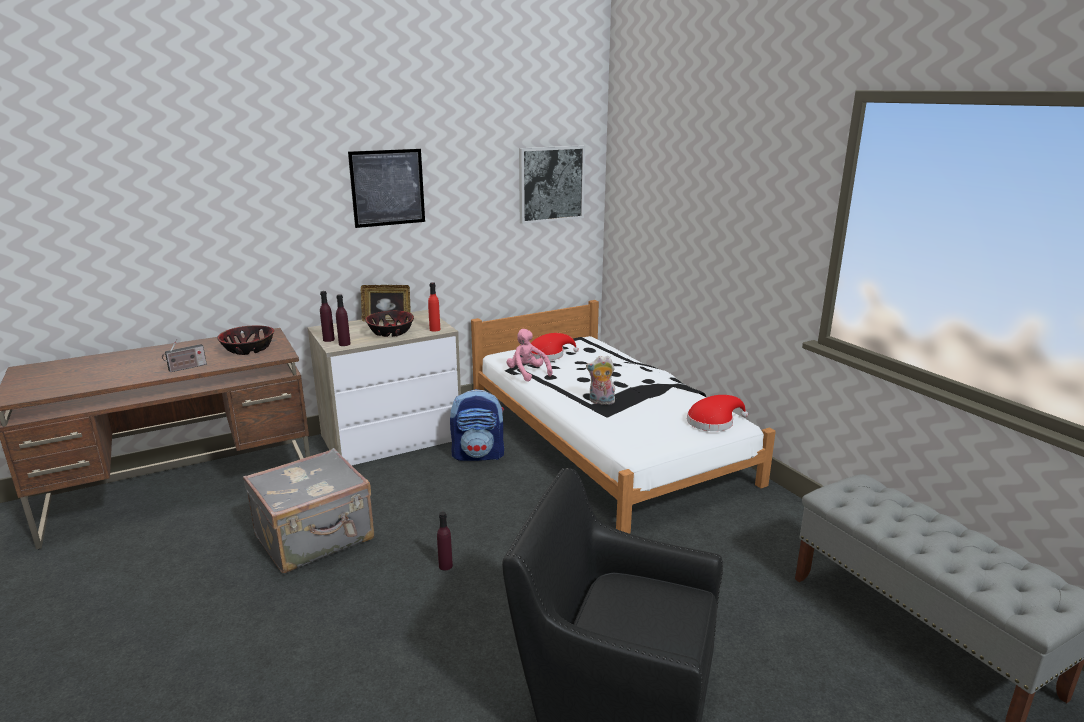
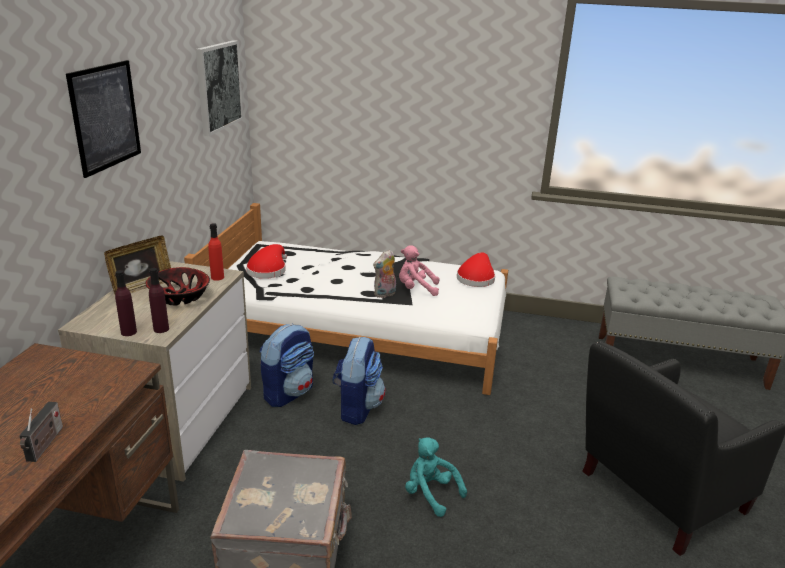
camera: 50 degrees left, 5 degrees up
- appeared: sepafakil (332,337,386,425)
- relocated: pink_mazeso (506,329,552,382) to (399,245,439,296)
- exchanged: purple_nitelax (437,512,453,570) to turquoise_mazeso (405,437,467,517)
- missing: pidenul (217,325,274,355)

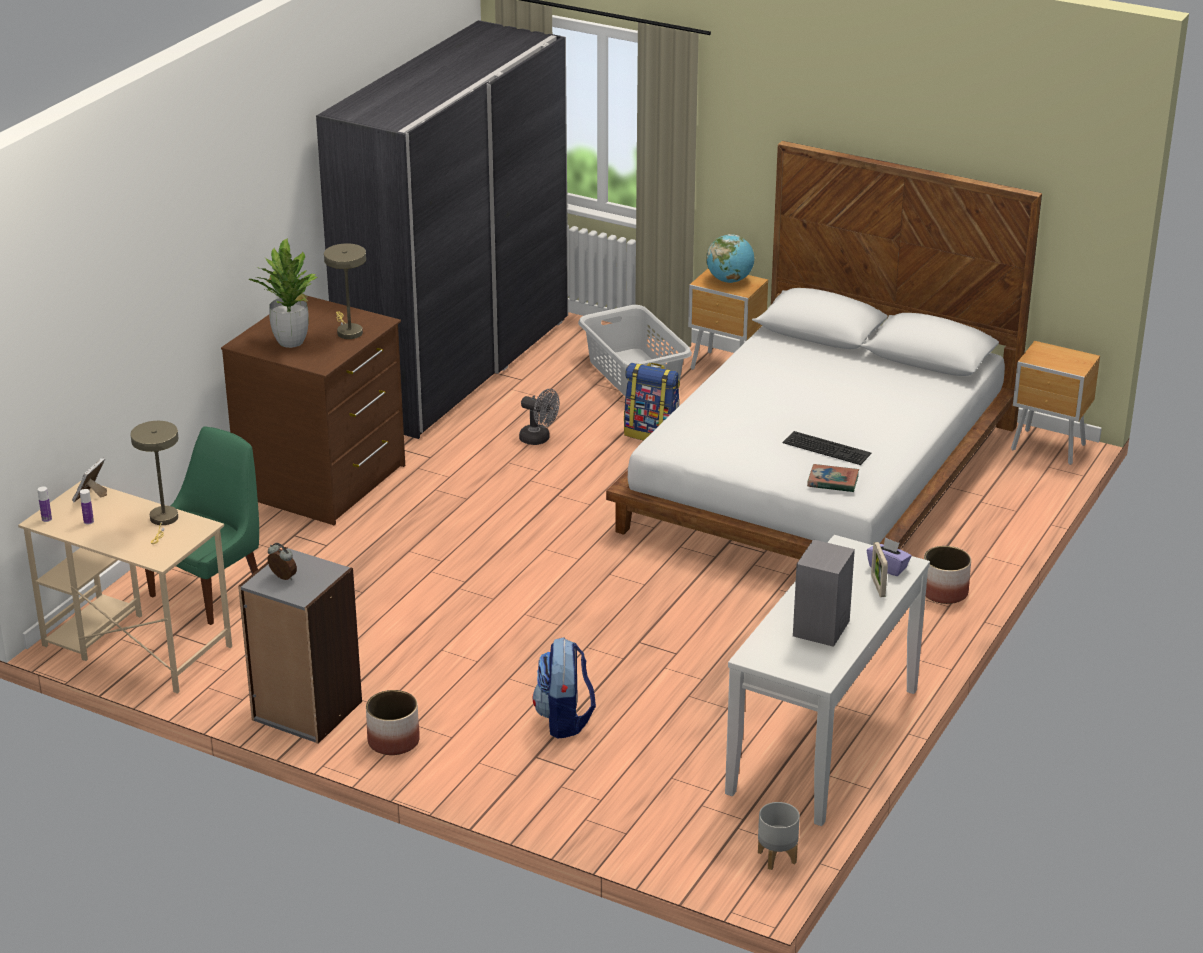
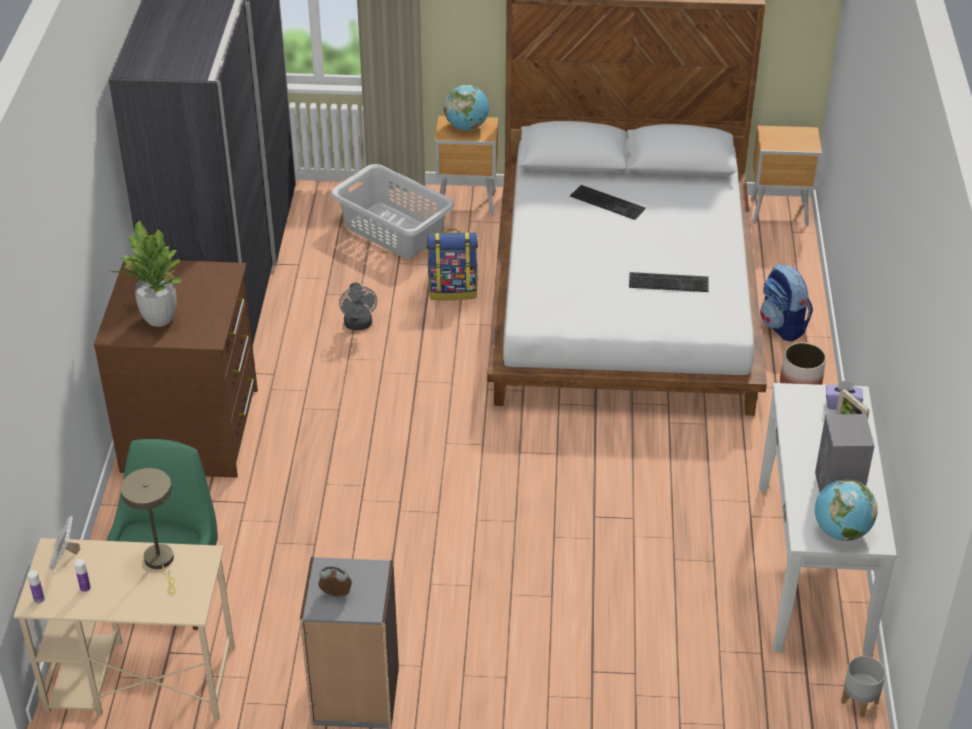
camera: 25 degrees left, 10 degrees up
- spun: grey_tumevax (519,389,560,445) = (339,282,377,330) 75 degrees clockwise
- appeared: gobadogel (570,185,646,220)
- relocated: sepafakil (532,637,596,739) to (760,263,813,342)
- appeared: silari (815,479,878,541)
- missing: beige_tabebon (324,243,366,339)
- missing: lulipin (366,690,420,755)
- missing: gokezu (807,464,859,492)

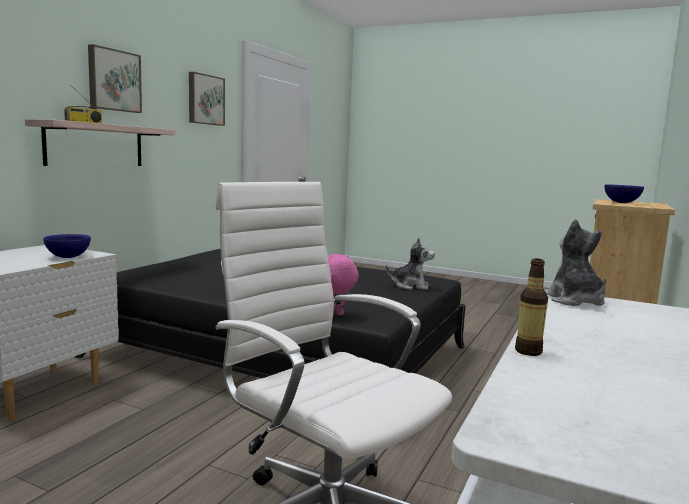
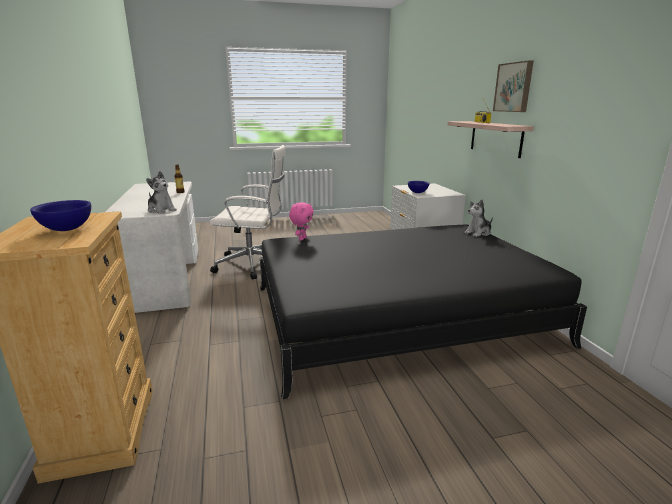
camera: 140 degrees right, 10 degrees up
- relocated: mazeso (386,238,435,290) to (464,199,493,237)
- missing: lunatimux (189,72,225,126)

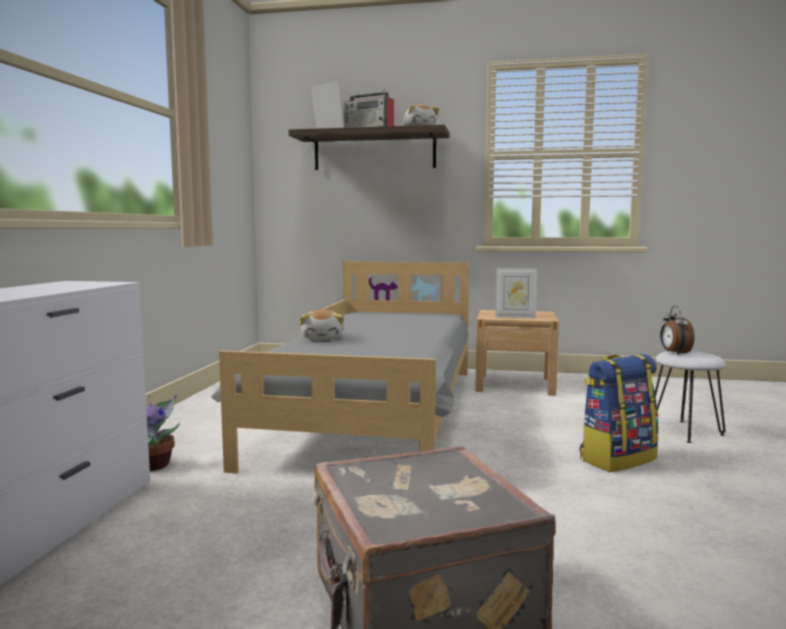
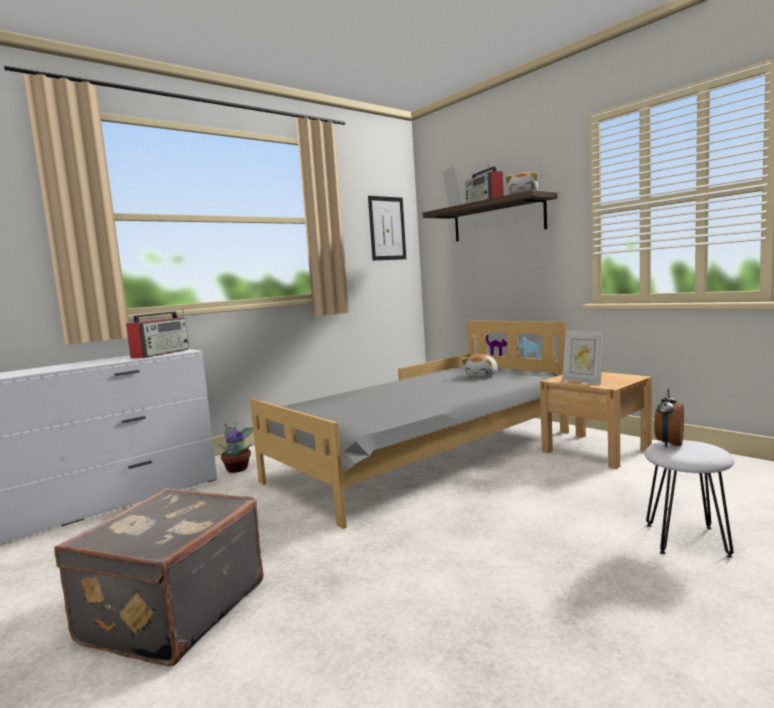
camera: 40 degrees right, 0 degrees up
- appeared: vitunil (126,308,189,358)
- appeared: lunatimux (368,196,406,260)
- relocated: mazeso (300,309,343,340) to (461,354,498,377)
- missing: sepafakil (580,354,658,472)

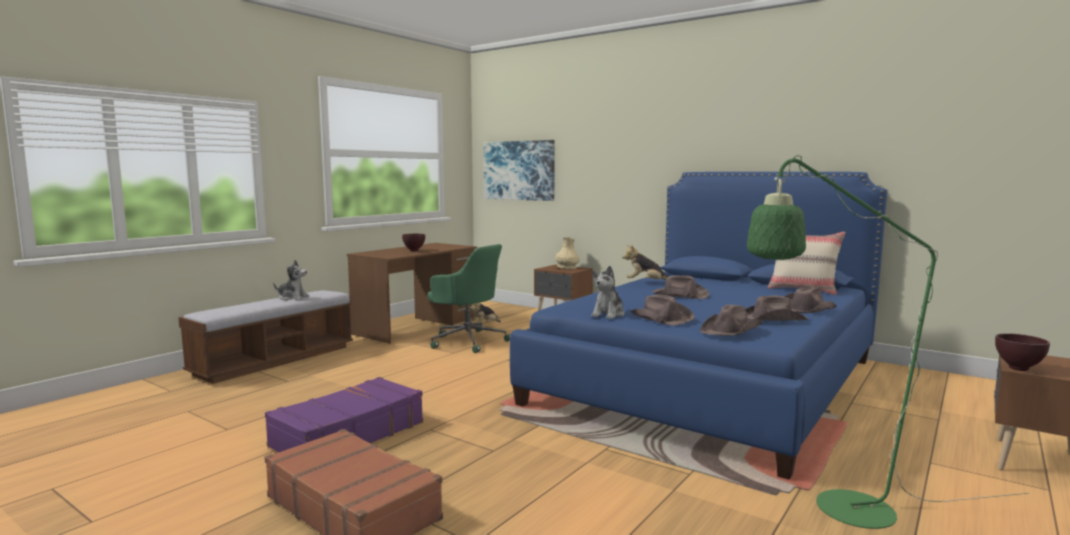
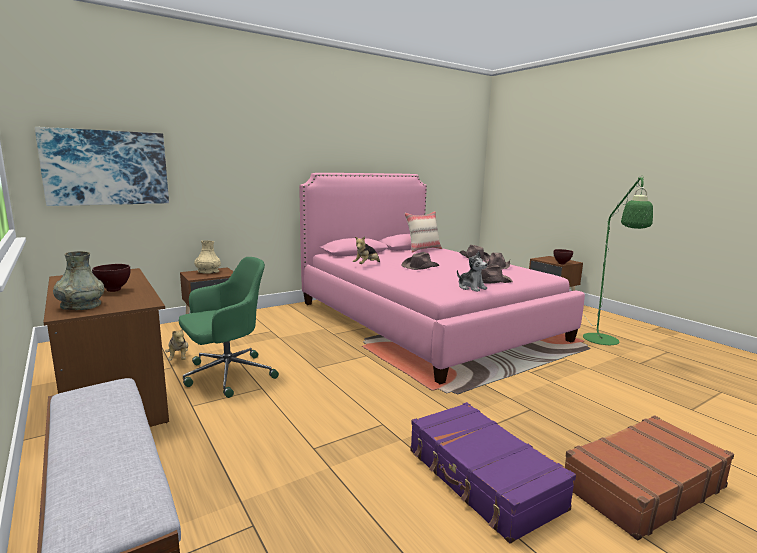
camera: 70 degrees left, 5 degrees up
- appeared: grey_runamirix (53,251,104,310)
- colour: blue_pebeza (510,172,887,480) to pink_pebeza (299,173,585,384)
- missing: mazeso (273,260,309,300)
- missing: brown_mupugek (700,304,762,336)

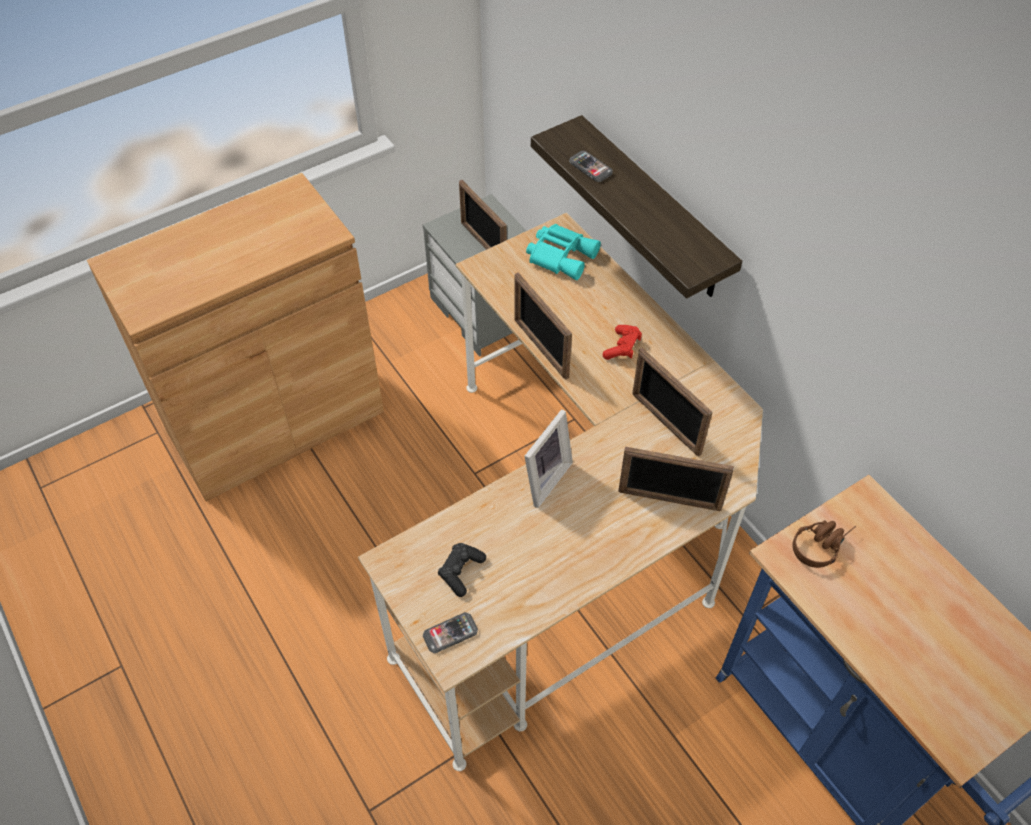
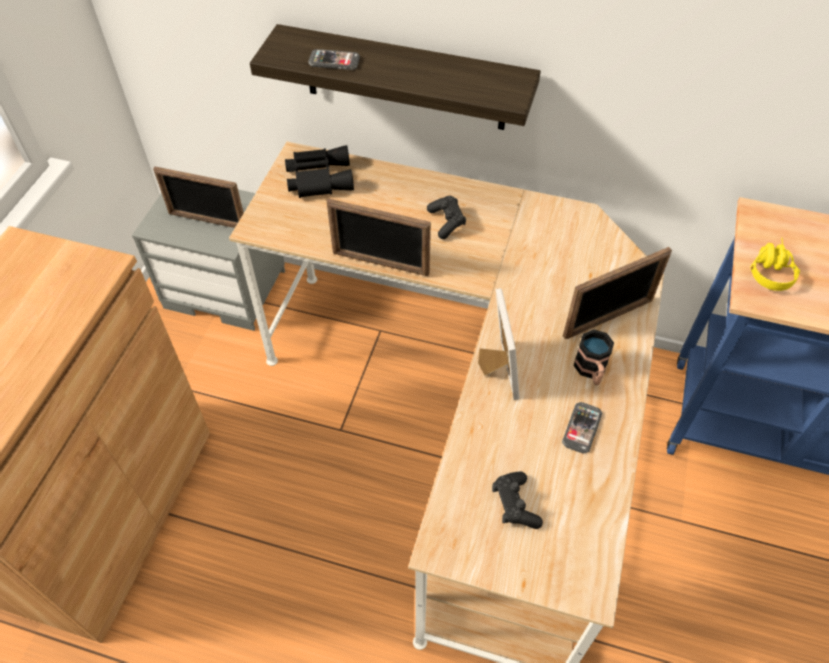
camera: 40 degrees left, 0 degrees up
- colour: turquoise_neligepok (526,224,601,280) to black_neligepok (285,145,354,198)
- colour: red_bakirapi (603,325,642,360) to black_bakirapi (427,196,466,239)
- relocated: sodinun (423,612,478,653) to (562,402,602,453)
- appeared: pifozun (574,330,614,385)
- colour: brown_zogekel (793,520,856,568) to yellow_zogekel (751,238,800,291)
- missing: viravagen (632,348,712,457)

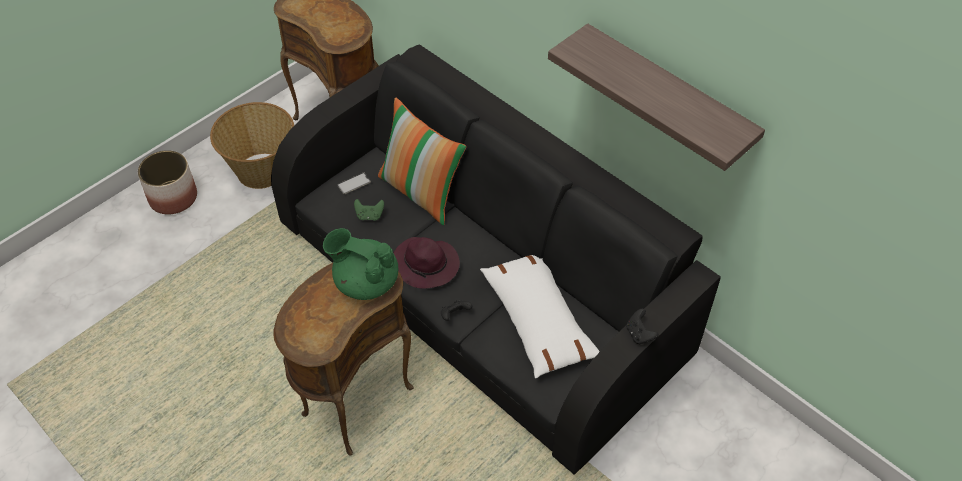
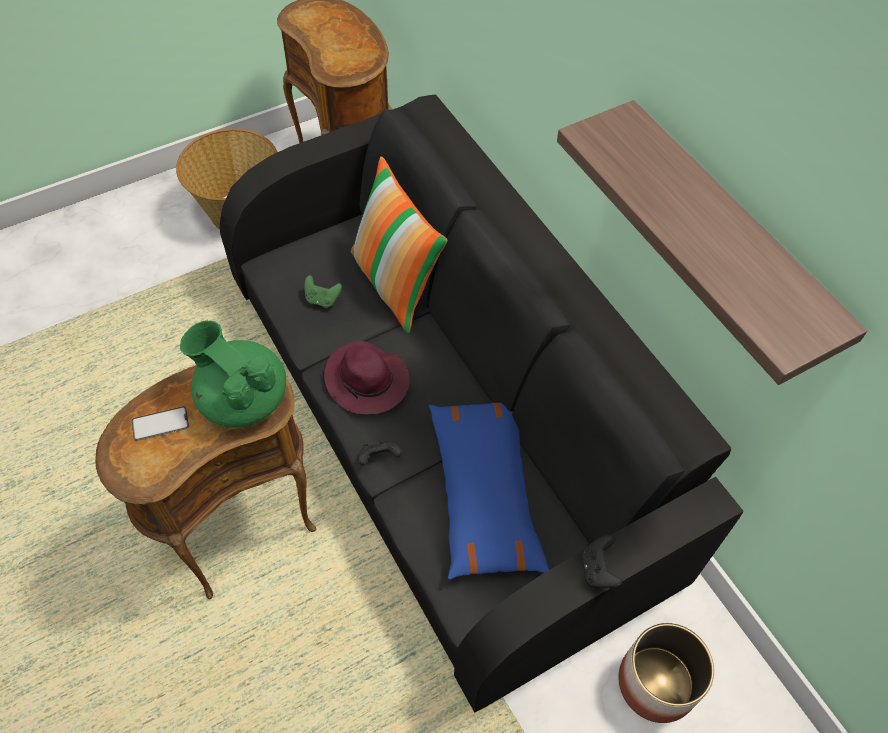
camera: 15 degrees right, 5 degrees up
- relocated: sodinun (337,173,371,194) to (132,406,189,441)
- colour: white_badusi (480,255,600,378) to blue_badusi (429,403,549,580)
- relocated: lulipin (138,150,197,214) to (618,623,715,723)

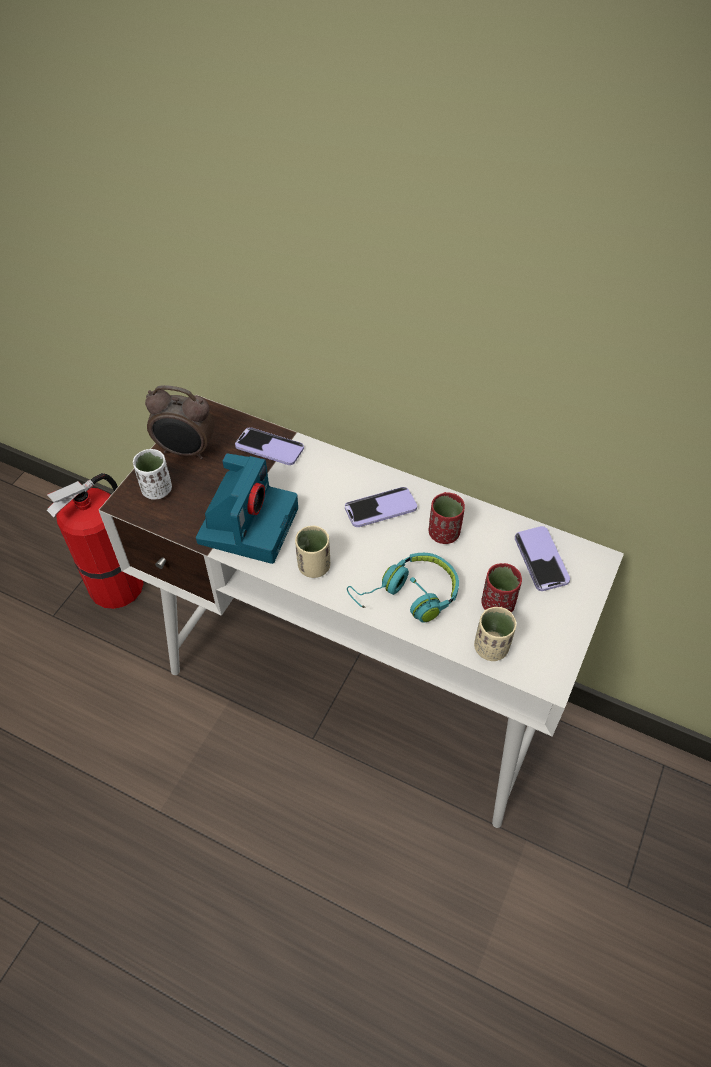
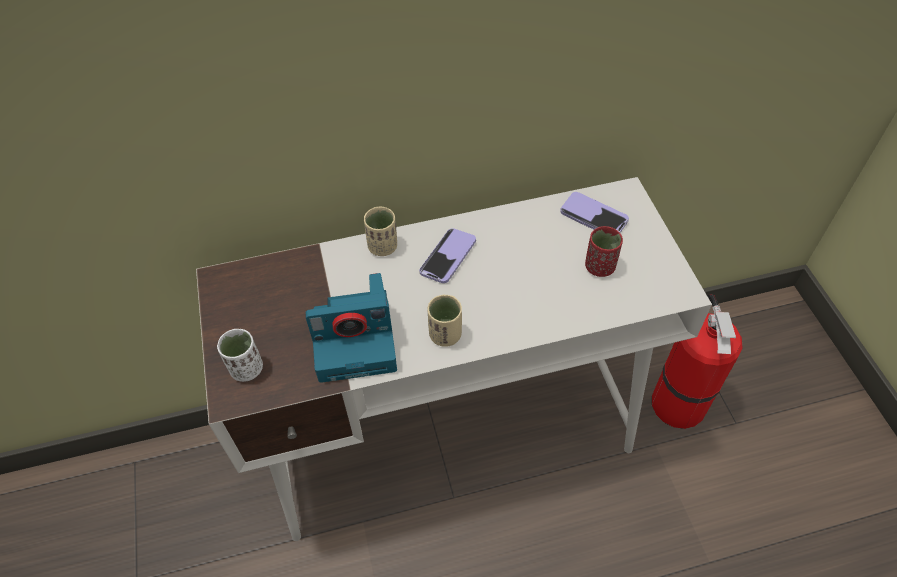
camera: 40 degrees left, 0 degrees up
- spun: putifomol (196,453,298,564) = (306,273,397,383) 105 degrees clockwise
- relocated: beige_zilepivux (474,607,517,661) to (364,207,397,256)
- relocated: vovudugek (47,473,144,609) to (652,294,743,429)
- missing: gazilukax (145,385,215,459)
- missing: sodinun (235,427,304,465)
- missing: turquoise_zogekel (347,553,459,623)
- missing: red_zilepivux (429,492,465,544)

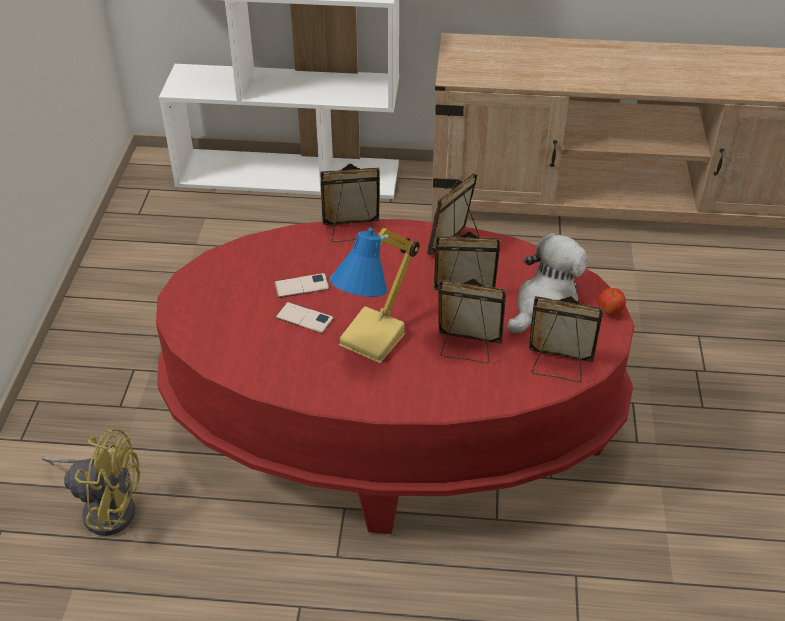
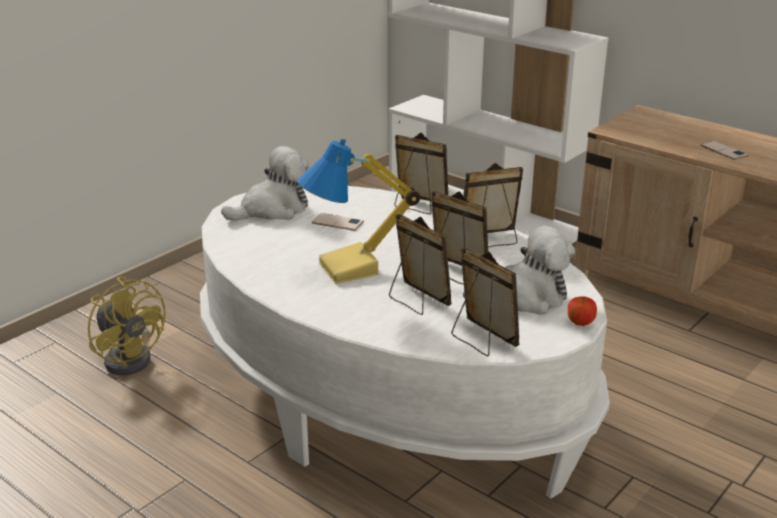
camera: 35 degrees right, 15 degrees down
- colour: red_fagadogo (156,219,635,534) to white_fagadogo (200,186,610,499)
- appeared: mazeso (221,146,309,221)
- relocated: sodinun (276,302,334,333) to (701,141,748,160)

